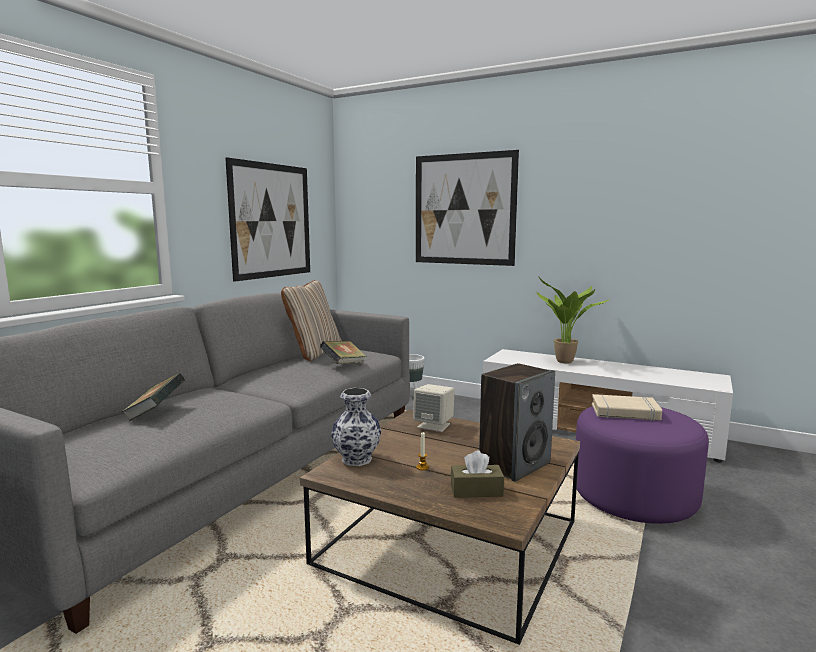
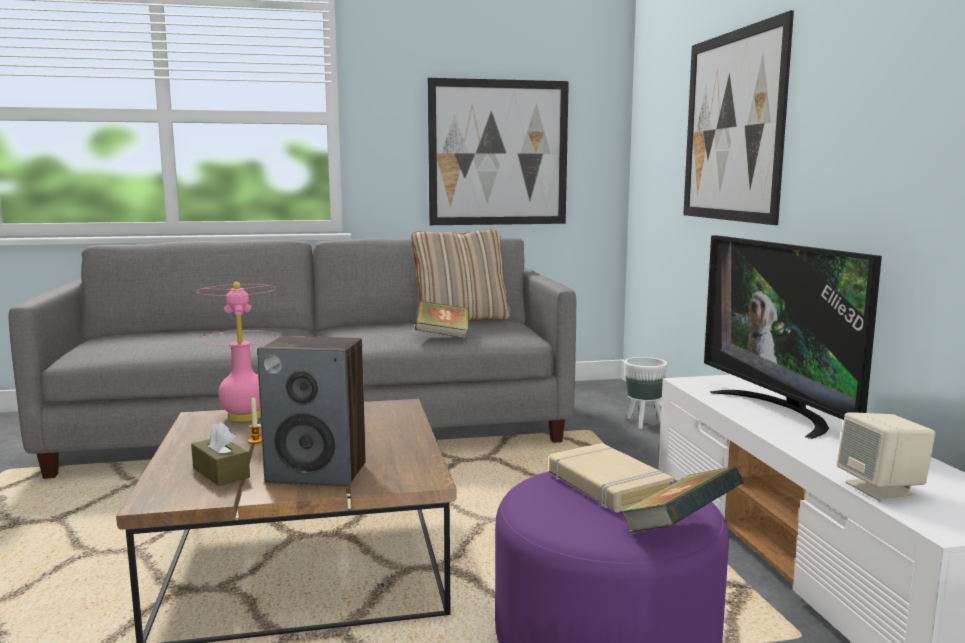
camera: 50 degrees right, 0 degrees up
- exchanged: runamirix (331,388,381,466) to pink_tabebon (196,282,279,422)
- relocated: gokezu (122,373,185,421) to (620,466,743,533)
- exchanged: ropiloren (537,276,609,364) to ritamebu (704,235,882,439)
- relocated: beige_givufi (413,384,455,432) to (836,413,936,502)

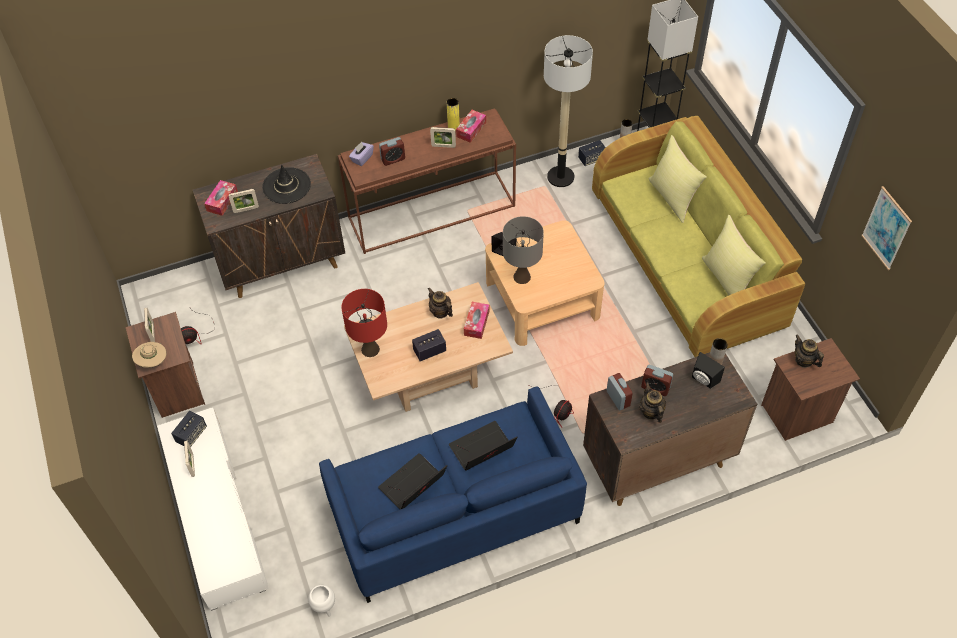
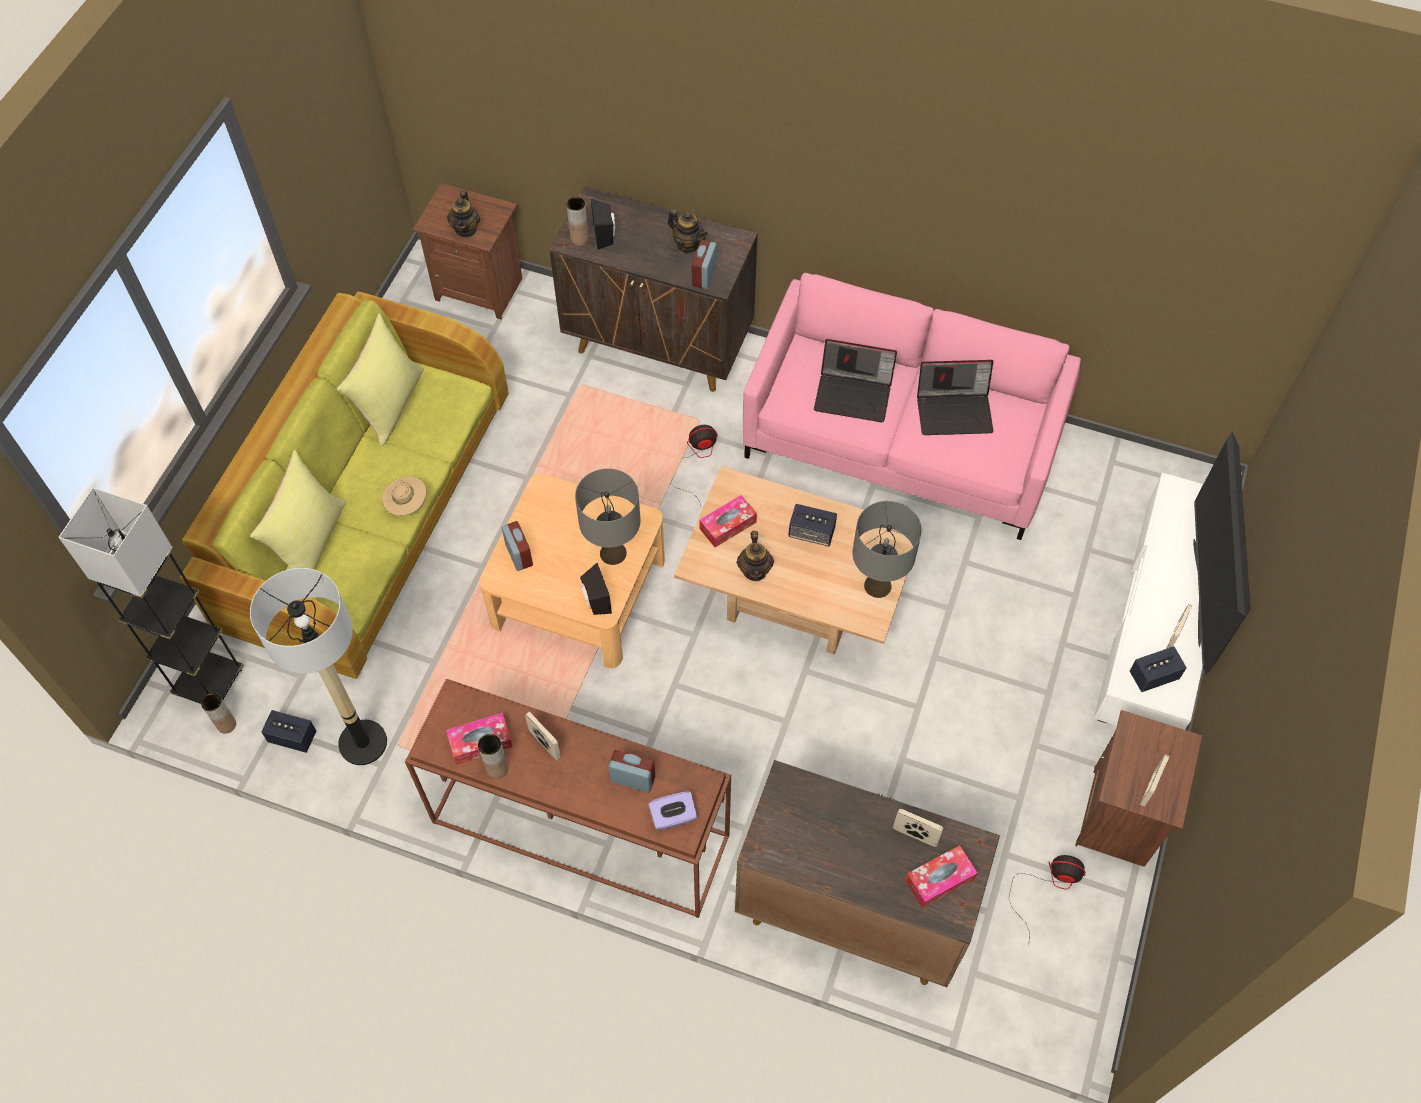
camera: 140 degrees left, 5 degrees up
- relocated: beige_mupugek (132,342,166,368) to (382,476,427,516)
- colour: yellow_runamirix (447,98,460,131) to brown_runamirix (478,734,508,779)
- relocated: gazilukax (641,365,673,396) to (502,521,533,571)
- spun: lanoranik (639,382,666,423) = (668,209,708,253) 75 degrees counterclockwise
- colour: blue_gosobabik (319,387,587,603) to pink_gosobabik (743,273,1081,540)
- colour: red_tabebon (341,289,387,357) to grey_tabebon (852,501,922,598)
- appeared: ritamebu (1193,432,1251,675)
- missing: black_mupugek (262,165,311,204)
- missing: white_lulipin (308,585,335,617)
- missing: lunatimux (861,186,912,270)

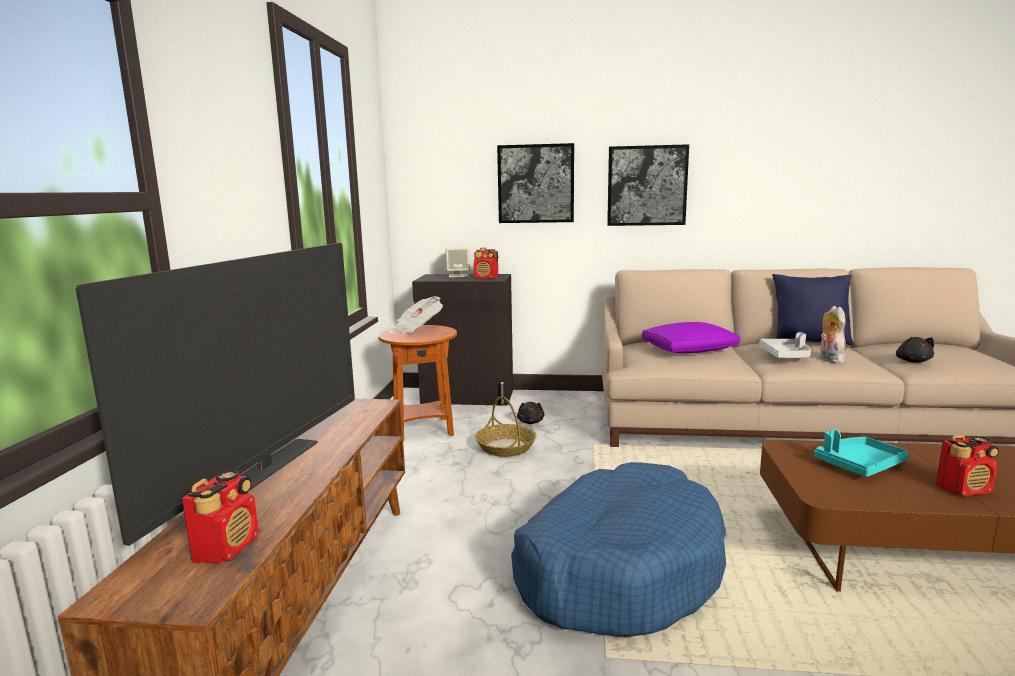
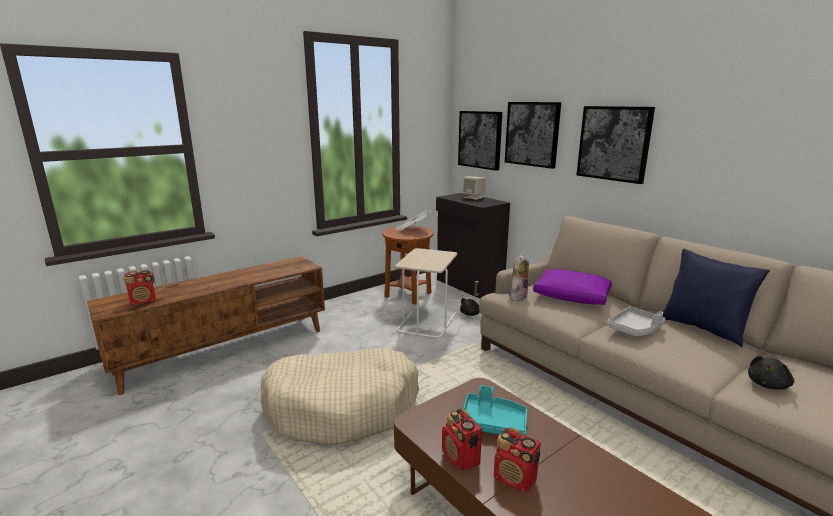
camera: 45 degrees right, 5 degrees up
- colour: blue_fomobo (511,462,726,637) to beige_fomobo (261,348,419,446)
- exchanged: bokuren (475,396,537,457) to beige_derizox (395,248,457,339)
- relocated: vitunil (474,248,498,279) to (442,409,482,470)
- appeared: lunatimux (458,111,502,171)
- relocated: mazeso (820,306,846,363) to (509,254,529,301)
- missing: ritamebu (75,243,355,546)

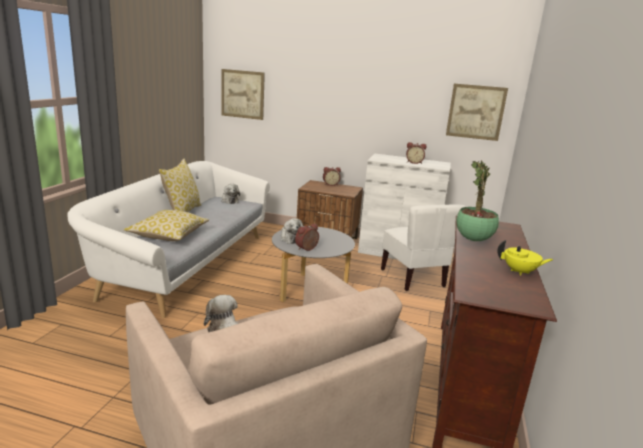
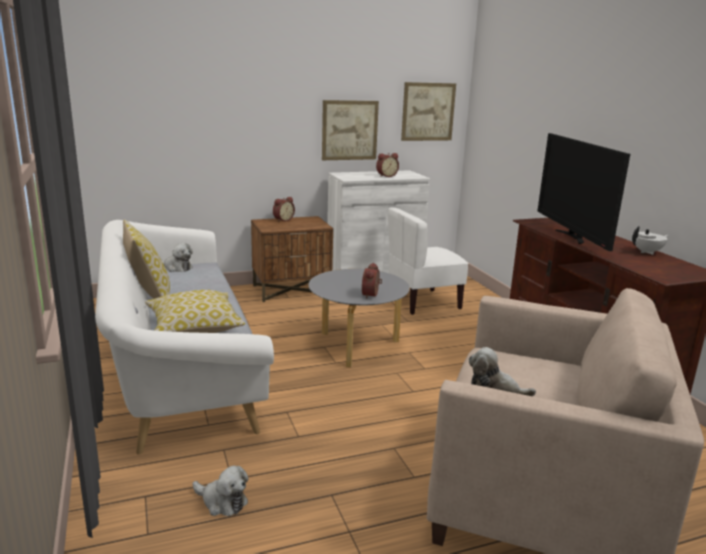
camera: 35 degrees left, 0 degrees up
- relocated: mazeso (280,218,303,244) to (193,466,248,516)
- relocated: lunatimux (221,69,265,120) to (322,100,379,160)
- spun: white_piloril (381,204,466,291) = (388,207,469,315) 120 degrees clockwise
- exchanged: ropiloren (456,161,499,241) to ritamebu (537,133,630,251)
- colour: yellow_lanoranik (497,240,553,276) to white_lanoranik (632,226,669,255)

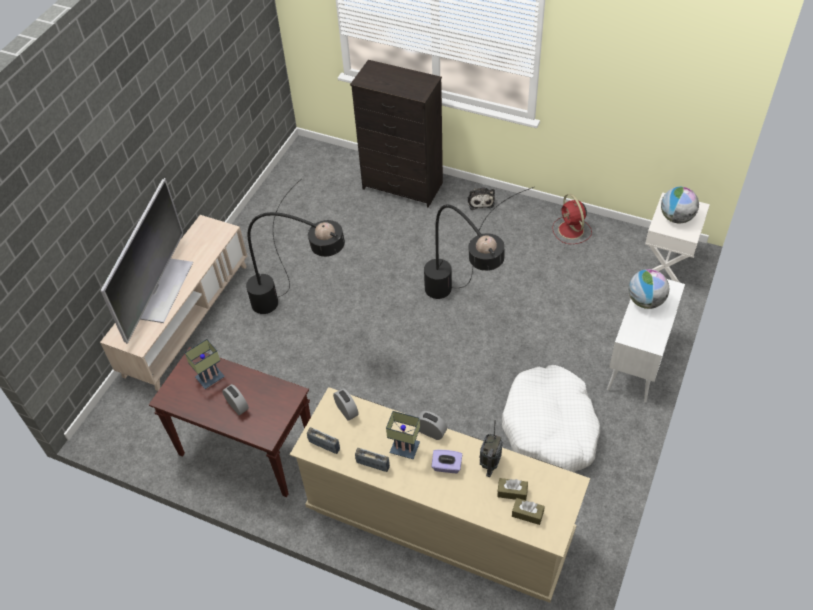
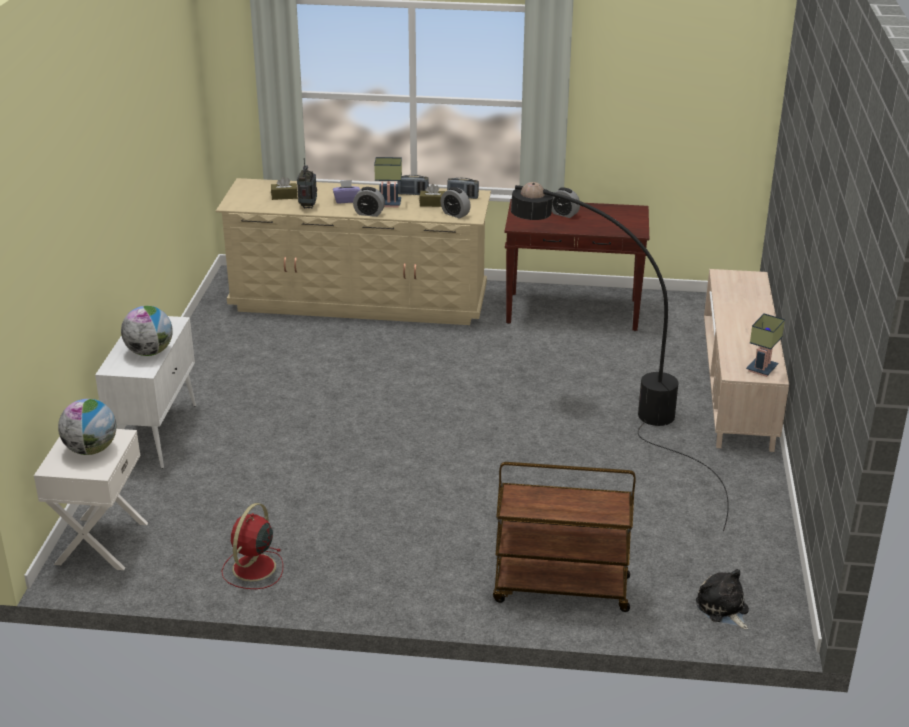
camera: 160 degrees right, 20 degrees down
- spun: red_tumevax (552,194,592,244) = (222,503,283,589) 120 degrees counterclockwise
- relocated: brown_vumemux (512,498,545,525) to (419,184,446,207)
- exchanged: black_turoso (350,60,443,208) to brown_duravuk (493,462,636,612)
- relocated: mazeso (467,188,495,210) to (696,569,749,629)
- relocated: tabebon (185,339,225,389) to (746,314,785,377)
- missing: ritamebu (101,178,193,344)
- missing: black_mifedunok (424,187,534,299)
- missing: white_fomobo (502,365,600,472)

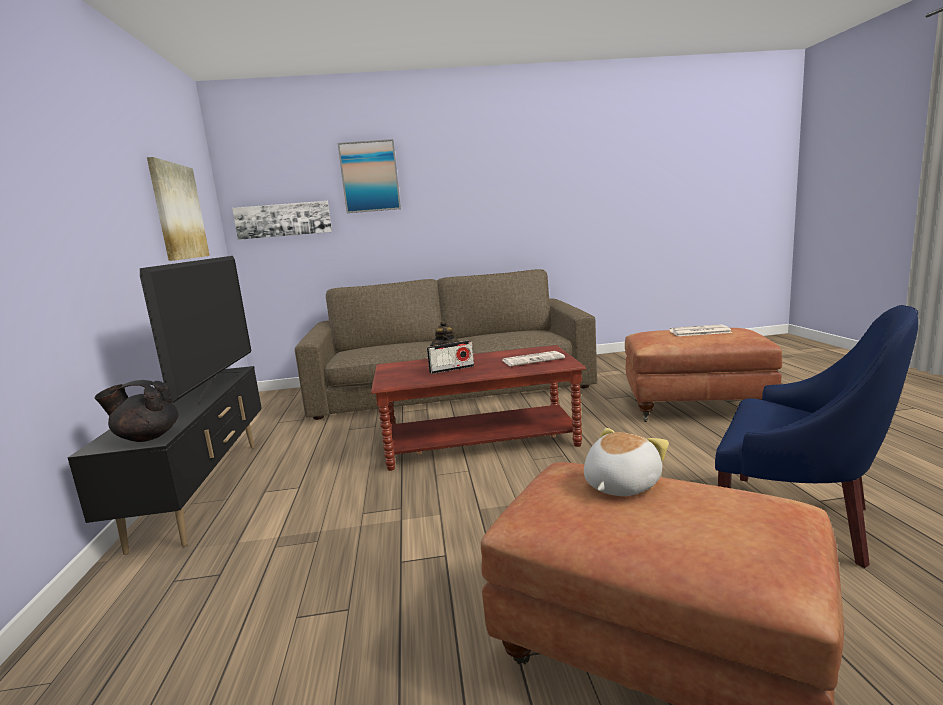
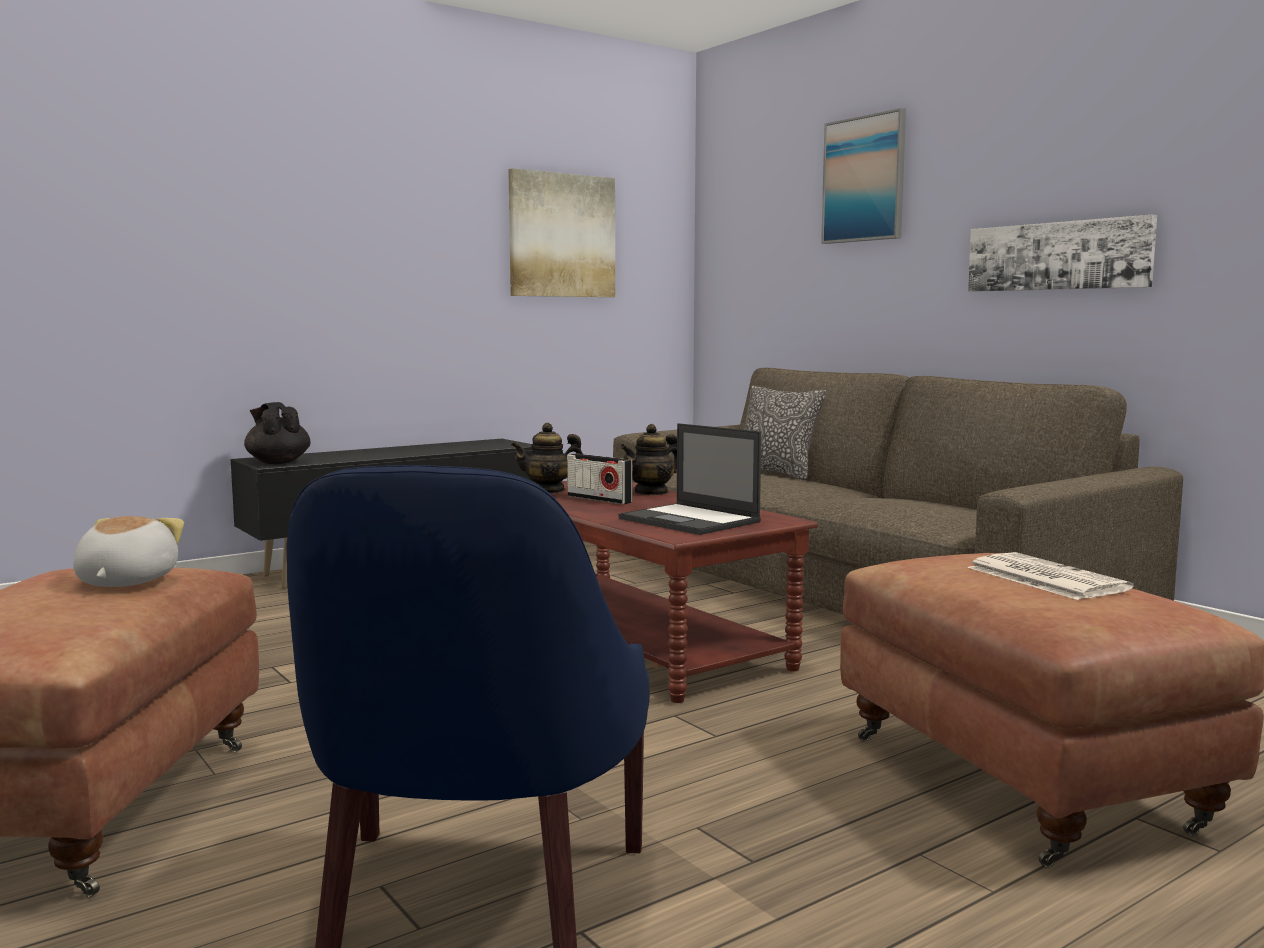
camera: 60 degrees right, 5 degrees down
- spun: mazeso (584,428,669,496) = (73,516,184,587) 105 degrees counterclockwise
- appeared: lanoranik (511,423,583,493)
- exchanged: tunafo (502,351,565,366) to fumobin (619,423,761,535)
- appeared: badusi (744,386,826,480)
- relocated: lunatimux (232,201,332,240) to (968,214,1157,292)
- missing: ritamebu (140,256,251,407)

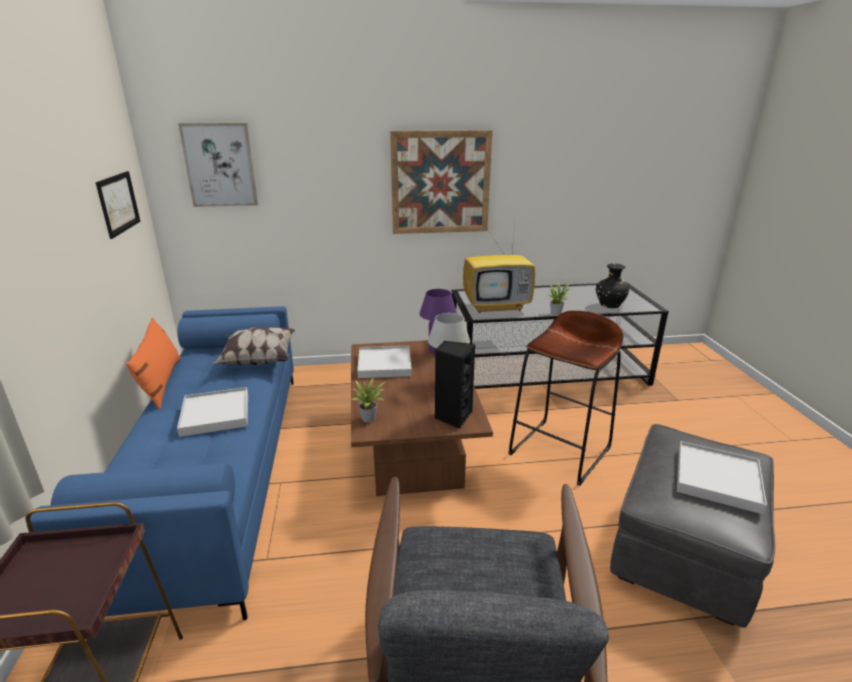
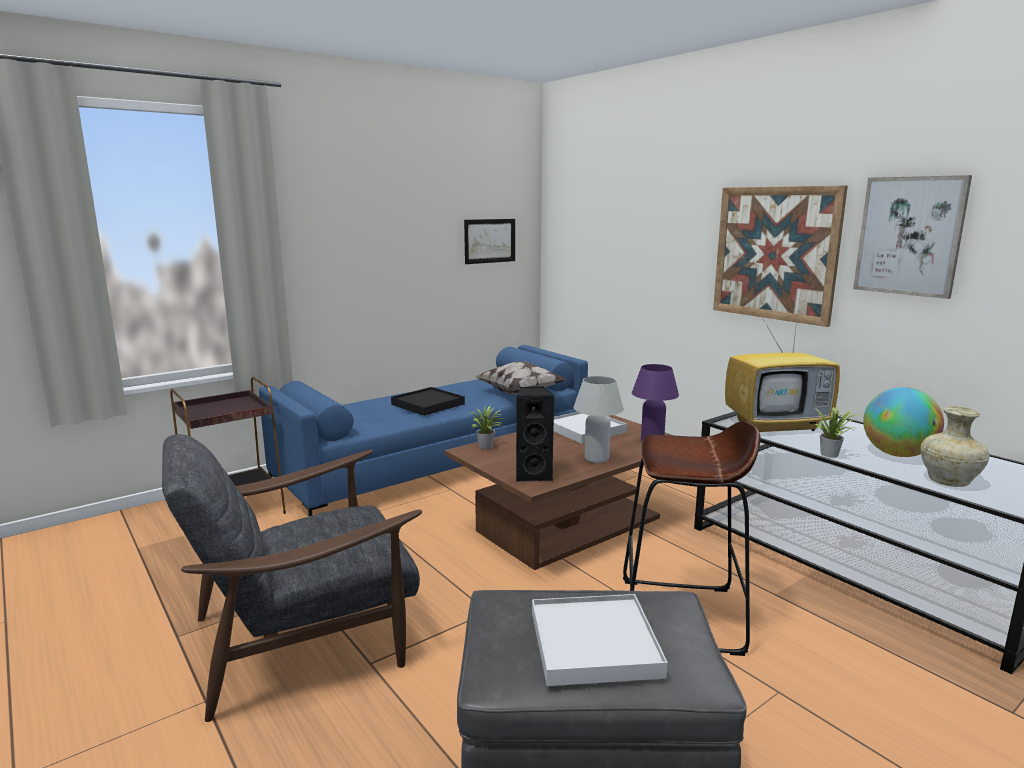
camera: 60 degrees right, 10 degrees down
- colour: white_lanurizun (177,387,248,437) to black_lanurizun (391,387,465,416)
- spun: ritamebu (463,223,535,313) = (725,305,840,432) 60 degrees counterclockwise
- relocated: lunatimux (178,123,258,207) to (853,175,972,299)
- appeared: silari (863,387,944,457)
- colour: black_runamirix (596,263,629,308) to beige_runamirix (921,406,990,487)
- missing: orange_badusi (126,318,181,409)

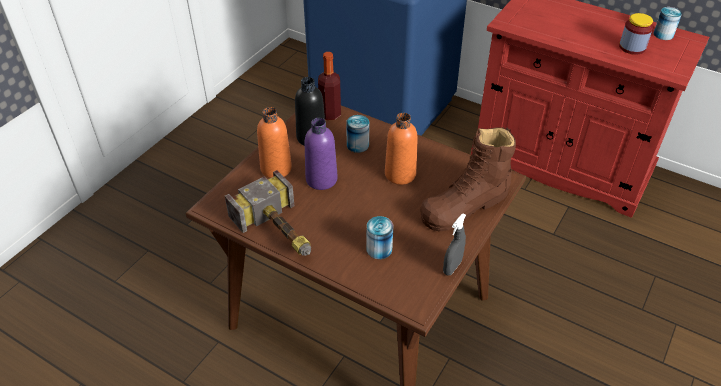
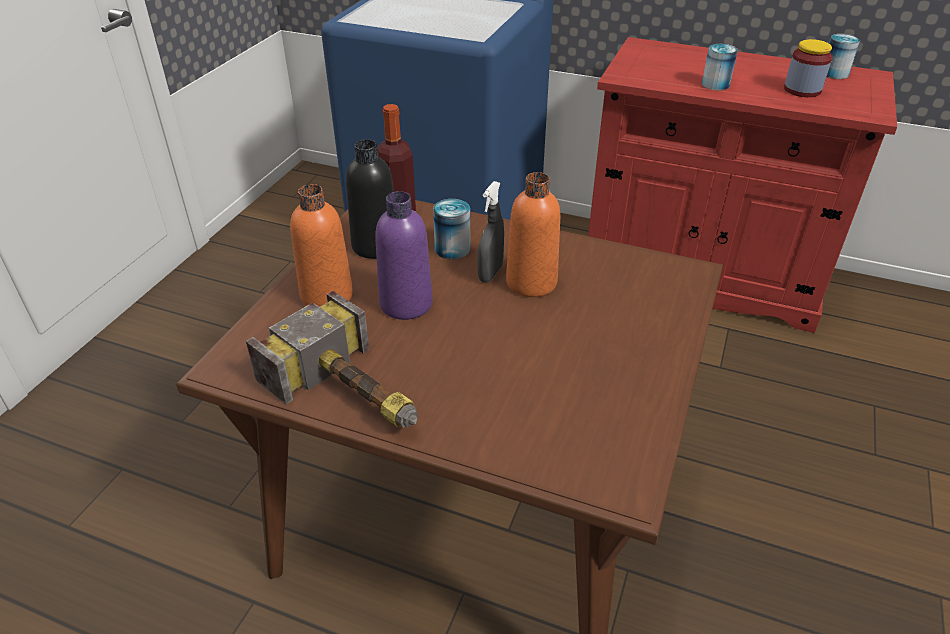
camera: 10 degrees left, 5 degrees down
- relocated: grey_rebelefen (443,213,466,276) to (478,181,504,283)
- relocated: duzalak (366,216,393,259) to (702,44,738,90)
- missing: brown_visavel (420,127,516,231)

